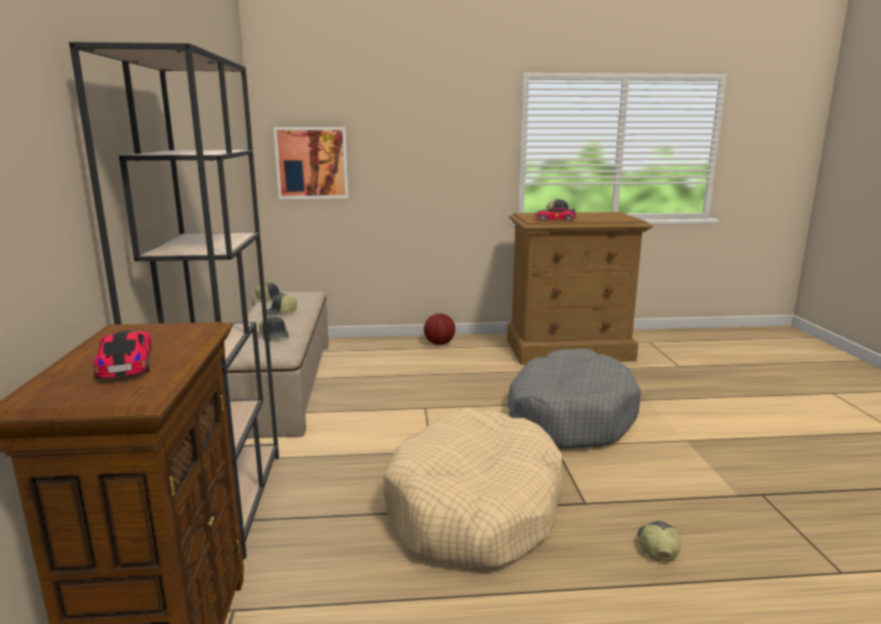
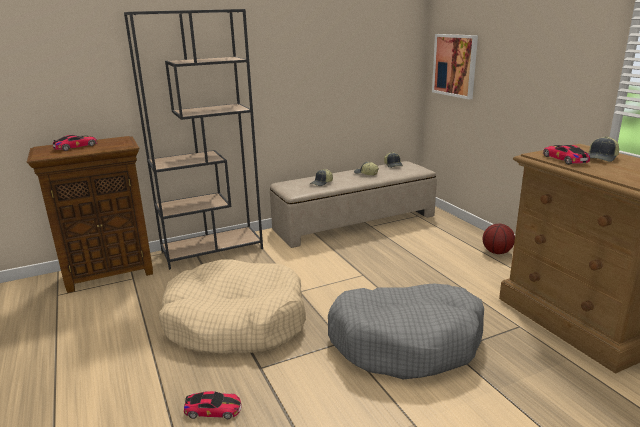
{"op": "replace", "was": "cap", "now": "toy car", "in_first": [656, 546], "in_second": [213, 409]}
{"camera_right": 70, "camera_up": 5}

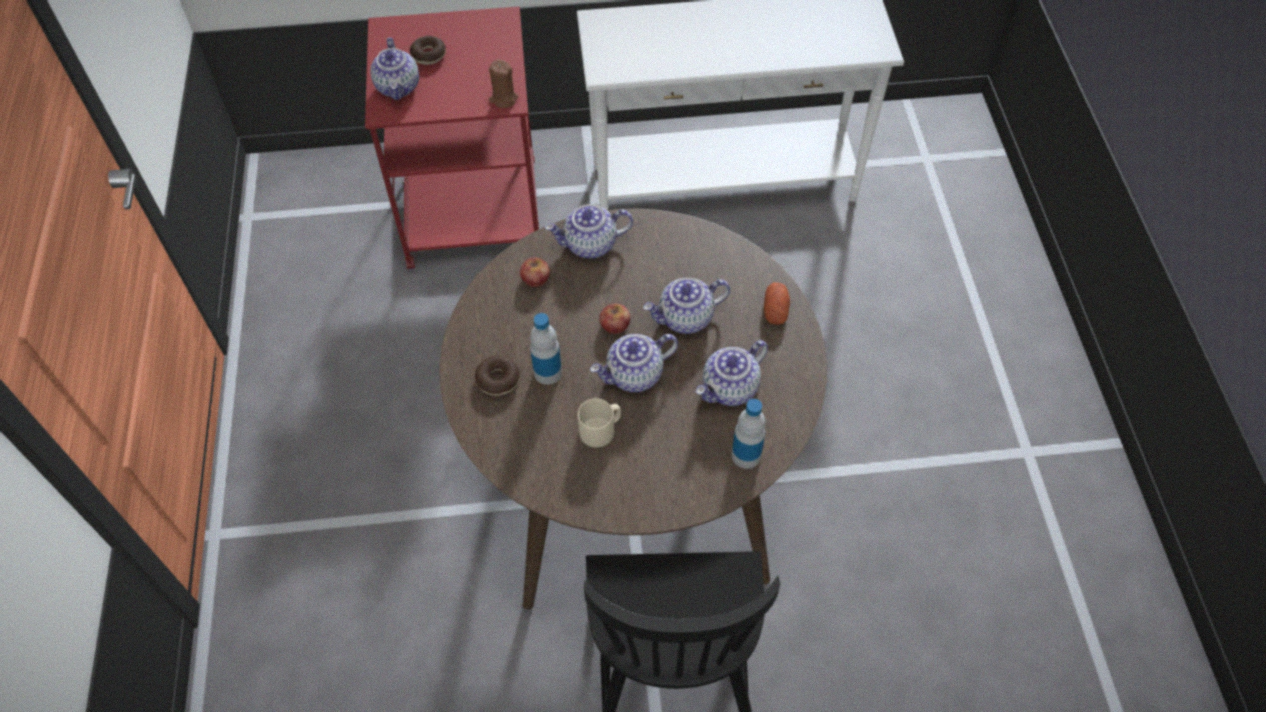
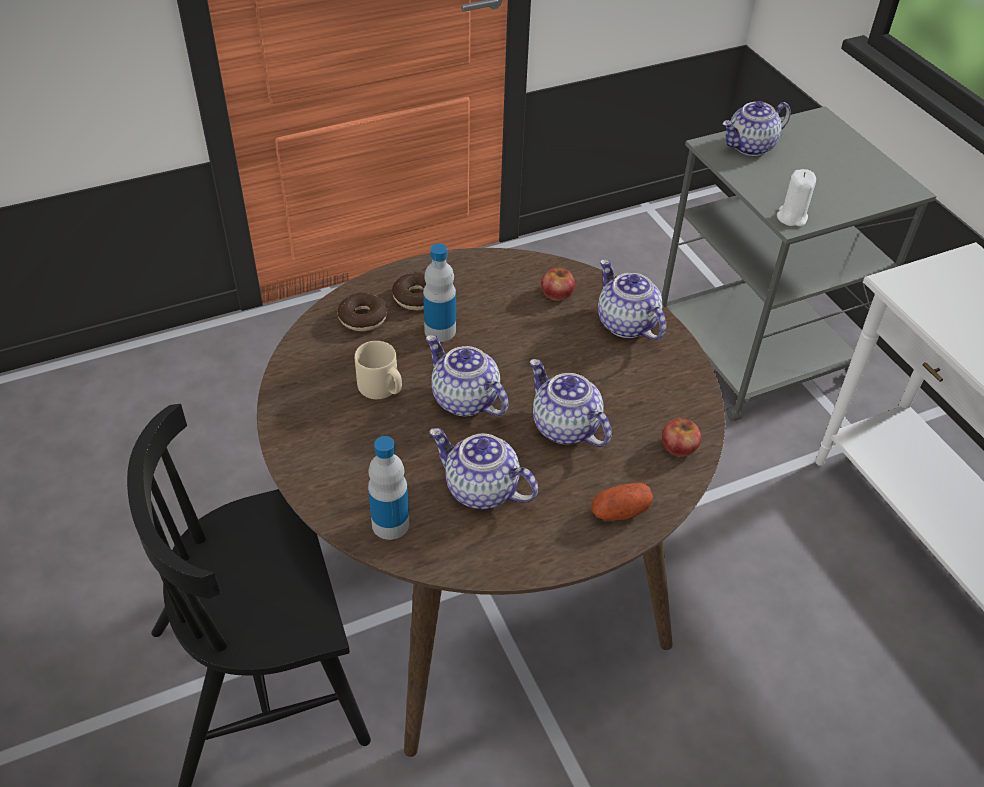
{"op": "move", "was": "donut", "in_first": [429, 55], "in_second": [363, 318]}
{"op": "move", "was": "apple", "in_first": [615, 325], "in_second": [679, 446]}
{"op": "recolor", "was": "red cart", "now": "grey cart", "in_first": [475, 213], "in_second": [755, 354]}
{"op": "recolor", "was": "brown candle", "now": "white candle", "in_first": [503, 99], "in_second": [791, 217]}
{"camera_right": 70, "camera_up": -10}

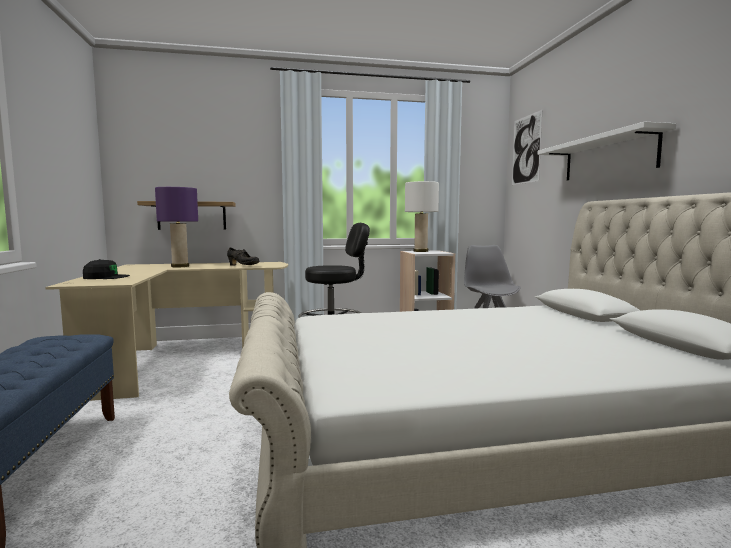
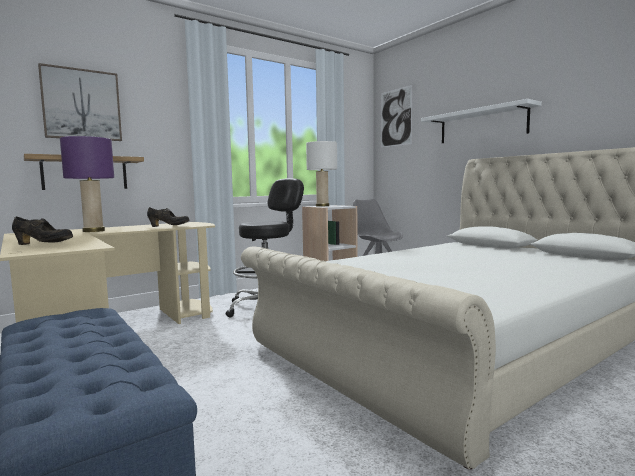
{"op": "insert", "now": "picture", "in_second": [82, 104]}
{"op": "replace", "was": "black cap", "now": "black shoe", "in_first": [106, 277], "in_second": [43, 244]}
{"camera_right": -25, "camera_up": 0}

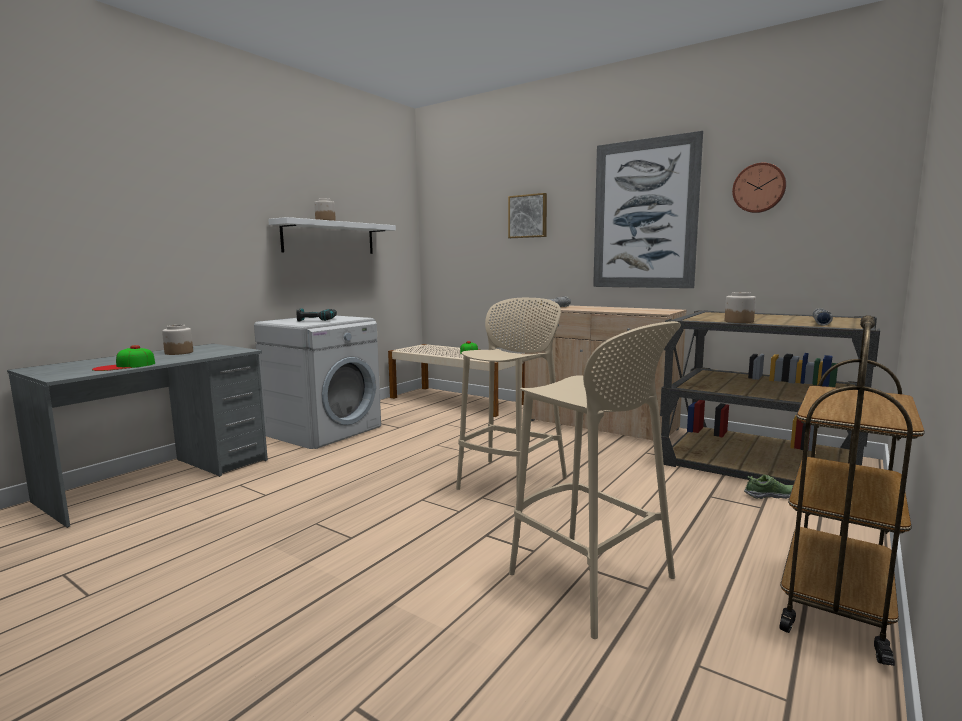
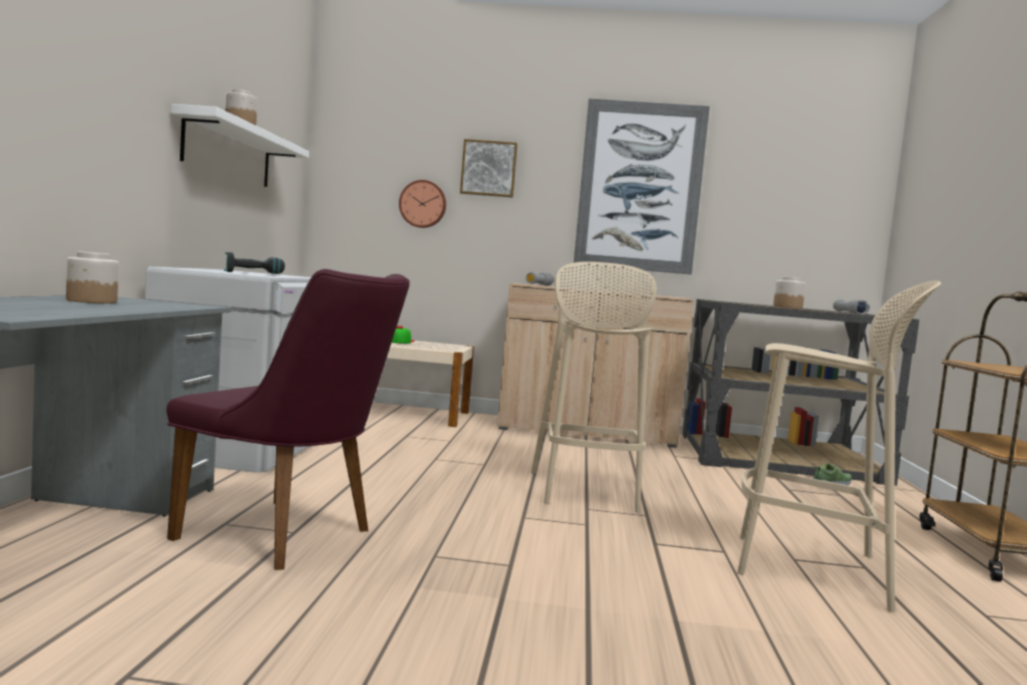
{"op": "delete", "was": "cap", "in_first": [124, 366]}
{"op": "insert", "now": "purple chair", "in_second": [289, 537]}
{"op": "move", "was": "wall clock", "in_first": [759, 188], "in_second": [423, 204]}
{"camera_right": -30, "camera_up": -5}

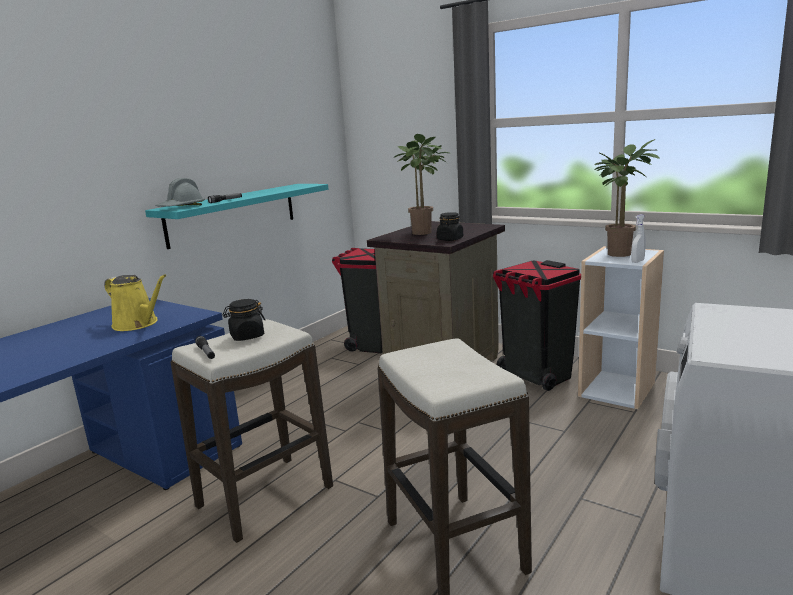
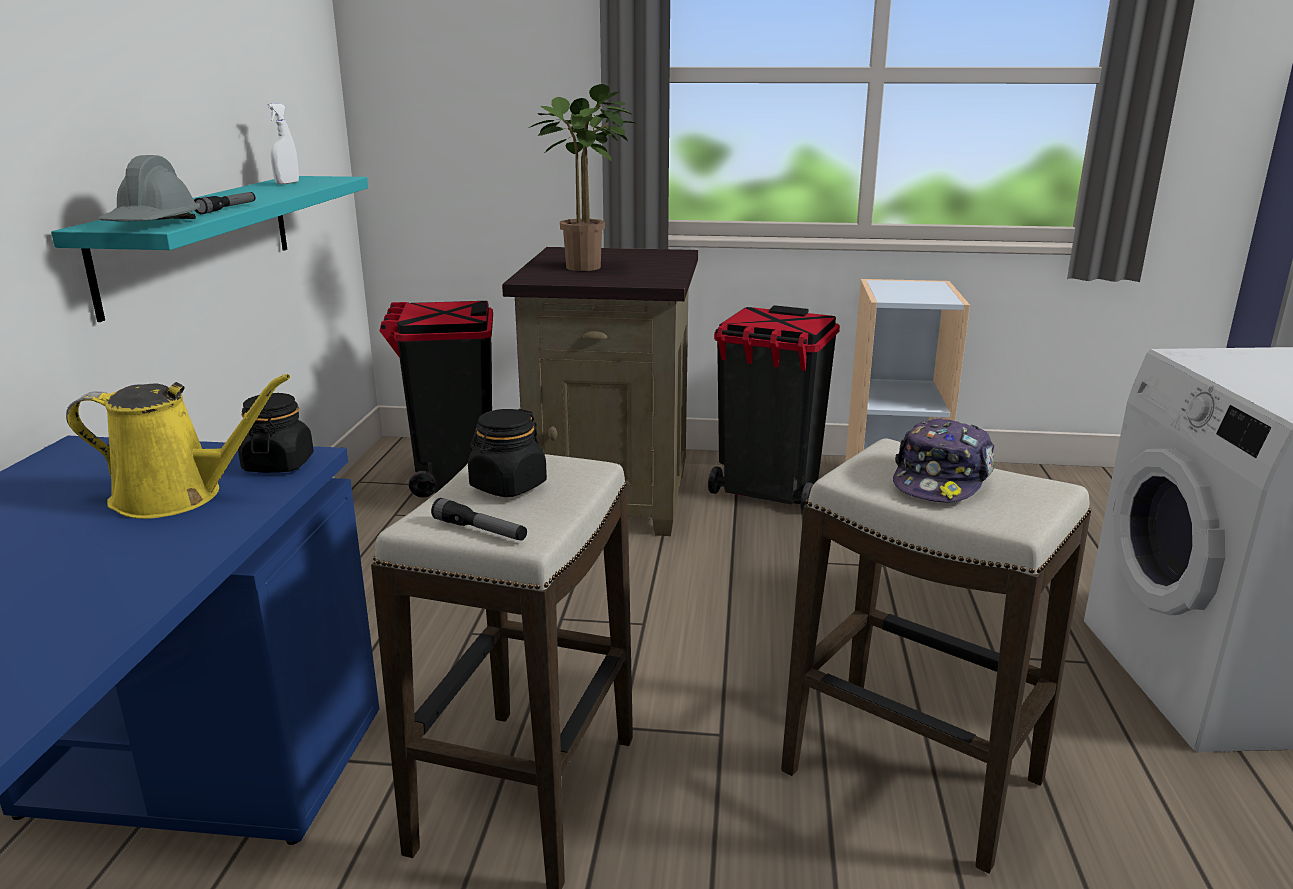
{"op": "delete", "was": "potted plant", "in_first": [619, 253]}
{"op": "insert", "now": "cap", "in_second": [942, 479]}
{"op": "move", "was": "black jar", "in_first": [450, 239], "in_second": [279, 464]}
{"op": "move", "was": "white spray bottle", "in_first": [637, 261], "in_second": [287, 183]}
{"camera_right": -30, "camera_up": 5}

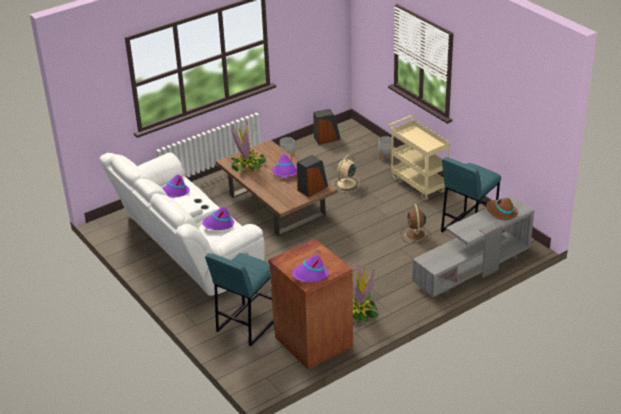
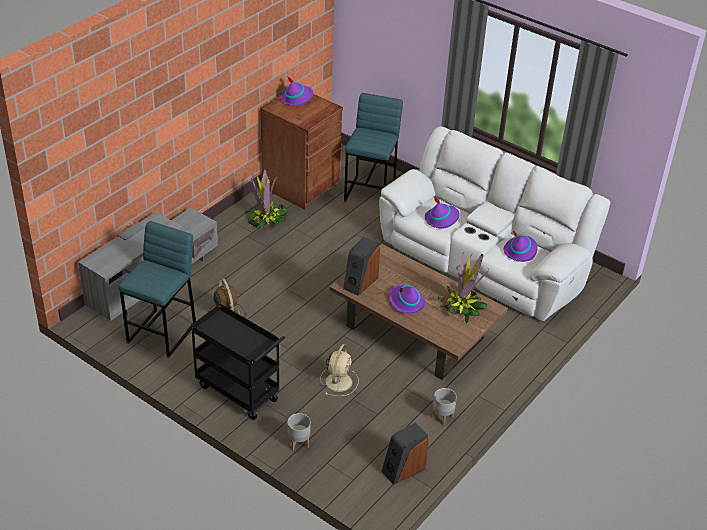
{"op": "delete", "was": "brown hat", "in_first": [501, 212]}
{"op": "recolor", "was": "beige cart", "now": "black cart", "in_first": [417, 185], "in_second": [239, 394]}
{"camera_right": 160, "camera_up": 5}

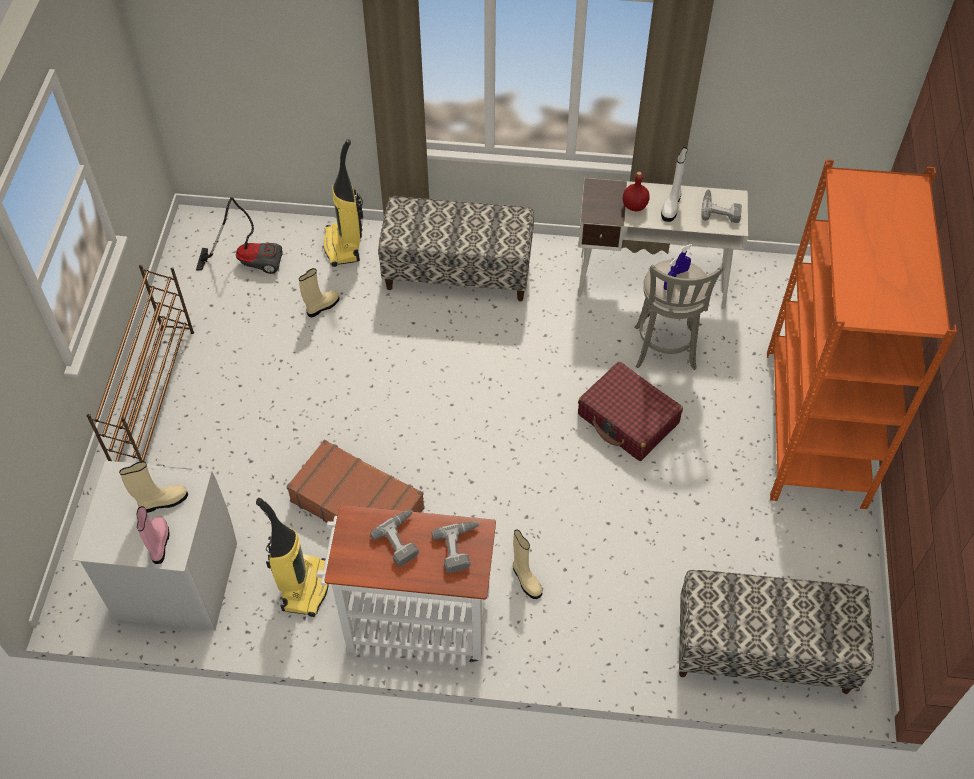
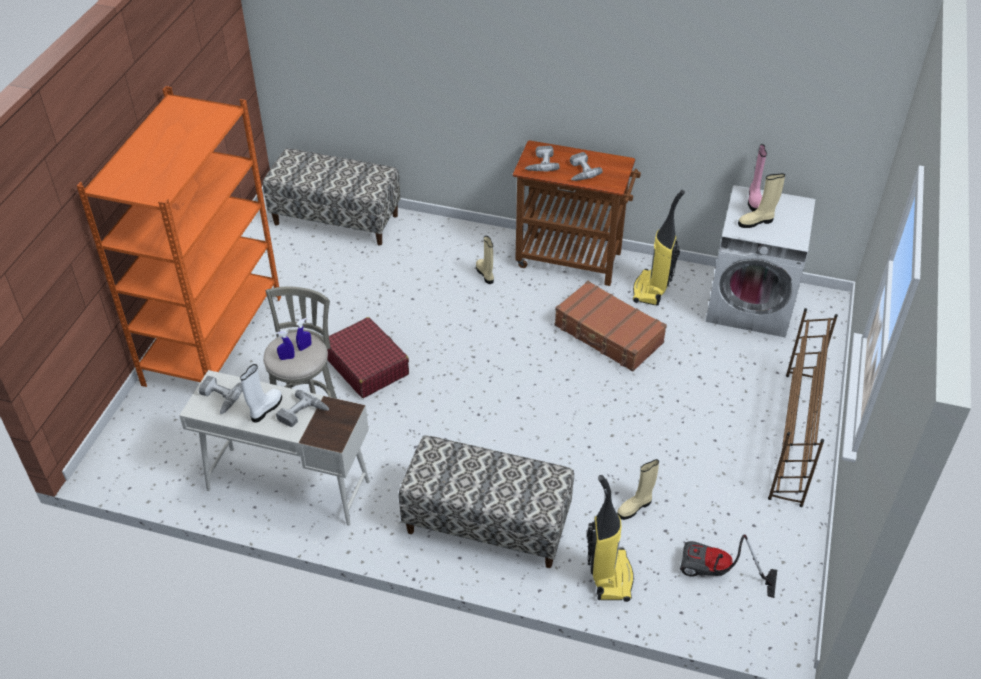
{"op": "replace", "was": "red bottle", "now": "power drill", "in_first": [634, 205], "in_second": [303, 414]}
{"op": "recolor", "was": "white cart", "now": "brown cart", "in_first": [415, 624], "in_second": [570, 260]}
{"camera_right": -170, "camera_up": -10}

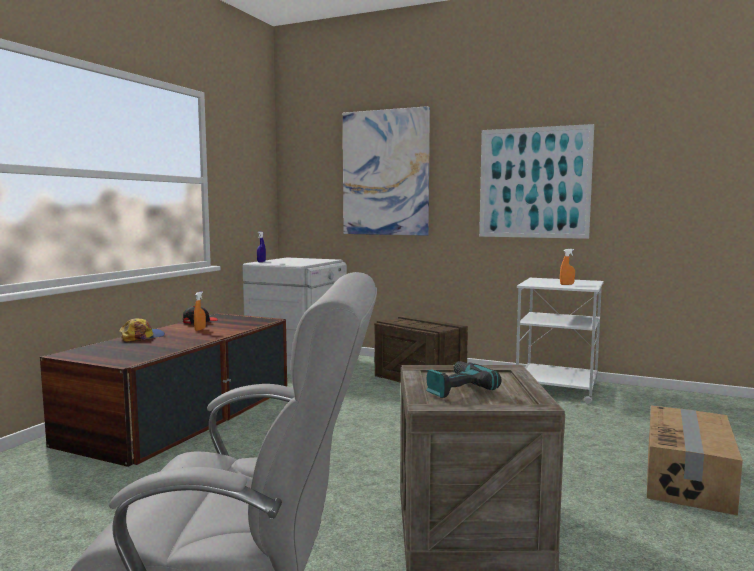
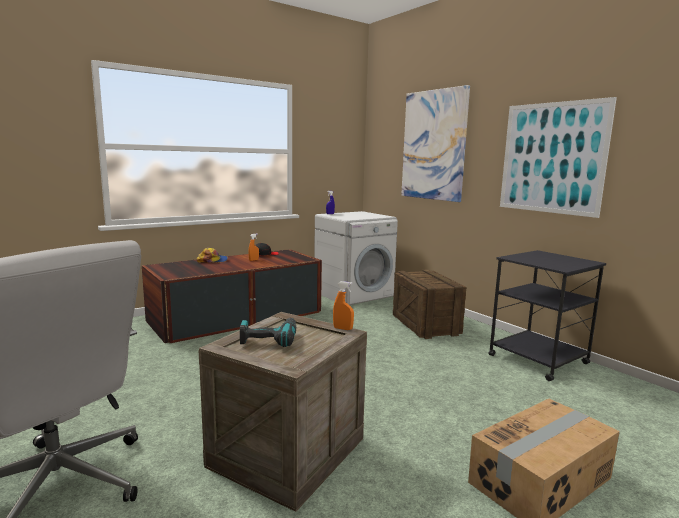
{"op": "move", "was": "orange spray bottle", "in_first": [567, 284], "in_second": [343, 328]}
{"op": "recolor", "was": "white cart", "now": "black cart", "in_first": [558, 389], "in_second": [539, 360]}
{"camera_right": 30, "camera_up": 5}

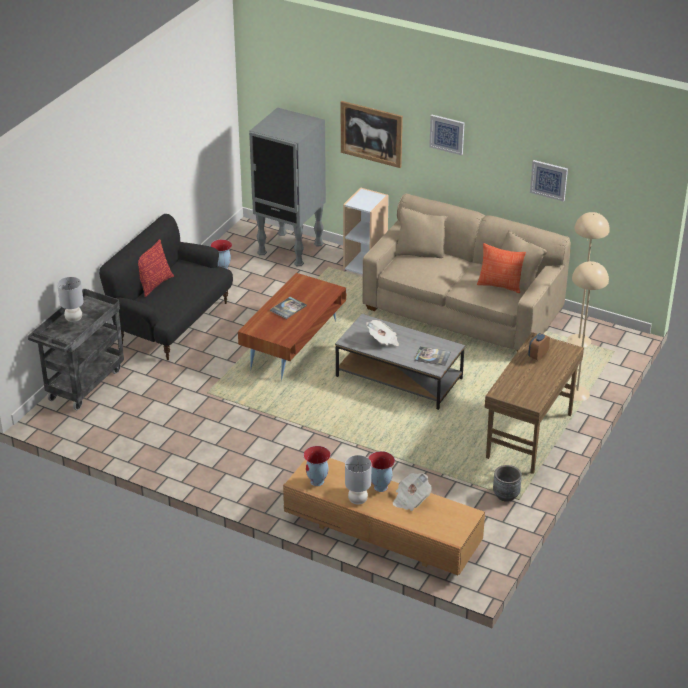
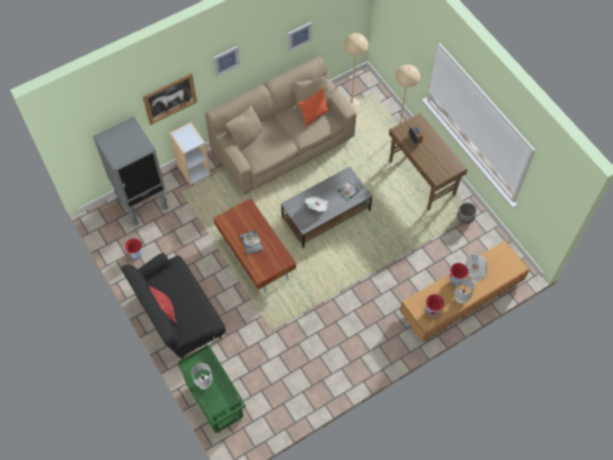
{"op": "recolor", "was": "black cart", "now": "green cart", "in_first": [83, 388], "in_second": [217, 405]}
{"camera_right": -60, "camera_up": 25}

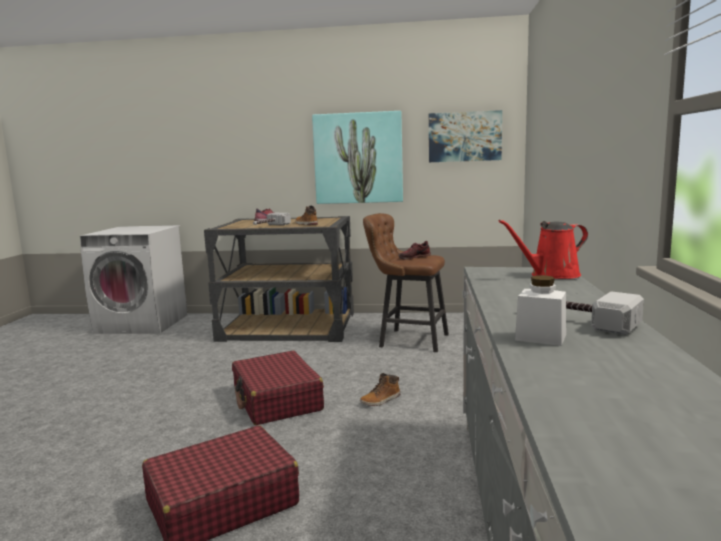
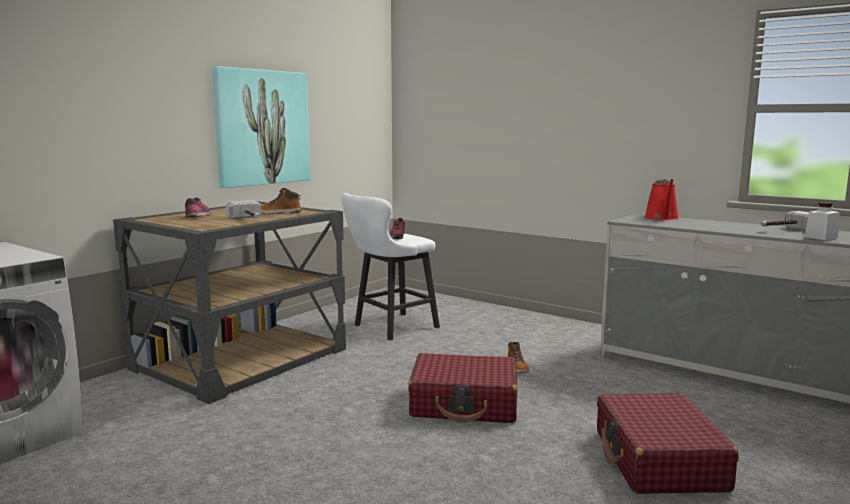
{"op": "delete", "was": "picture", "in_first": [464, 136]}
{"op": "recolor", "was": "brown stool", "now": "white stool", "in_first": [405, 339], "in_second": [388, 328]}
{"camera_right": -60, "camera_up": 0}

